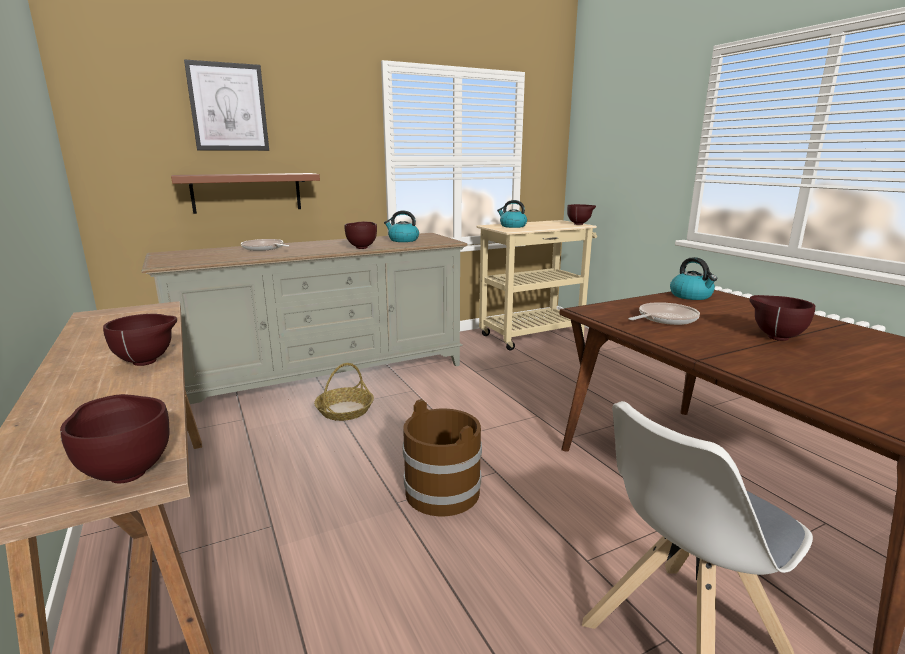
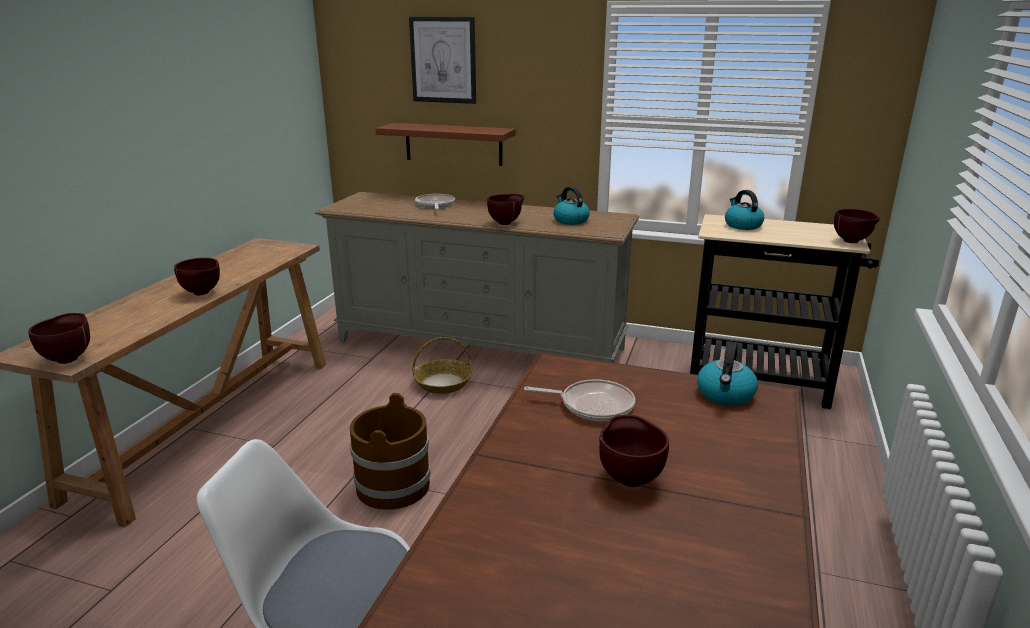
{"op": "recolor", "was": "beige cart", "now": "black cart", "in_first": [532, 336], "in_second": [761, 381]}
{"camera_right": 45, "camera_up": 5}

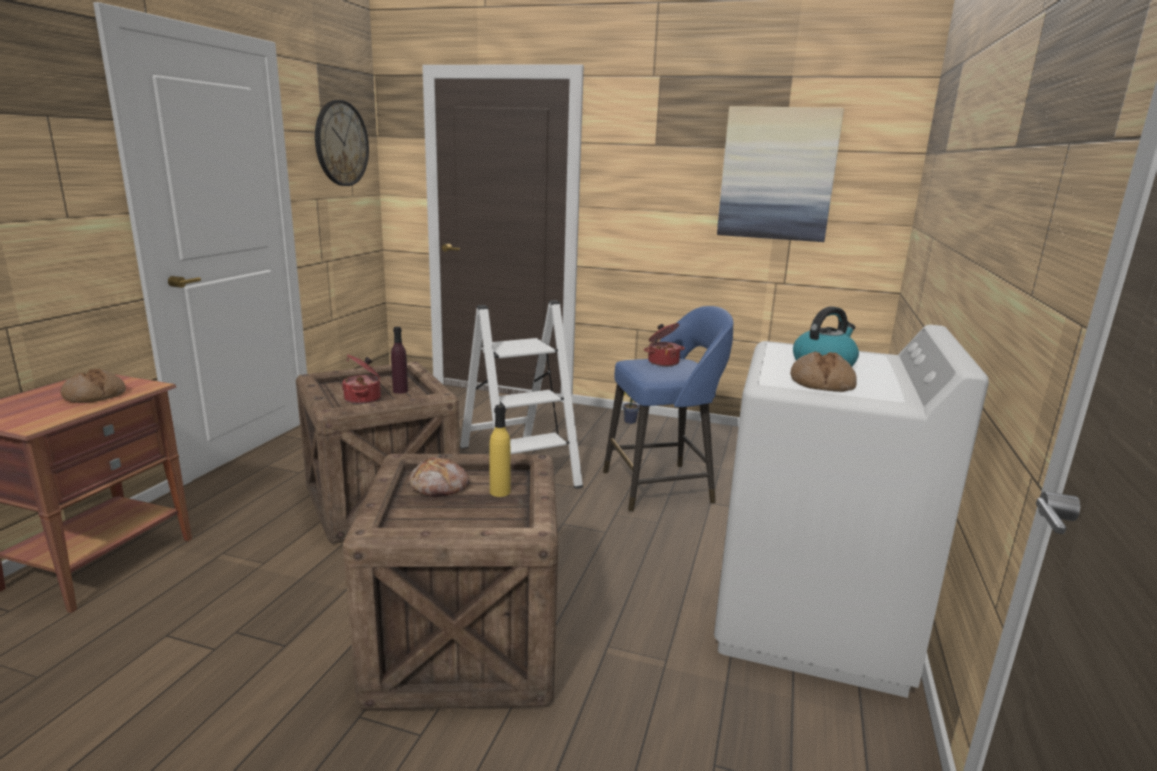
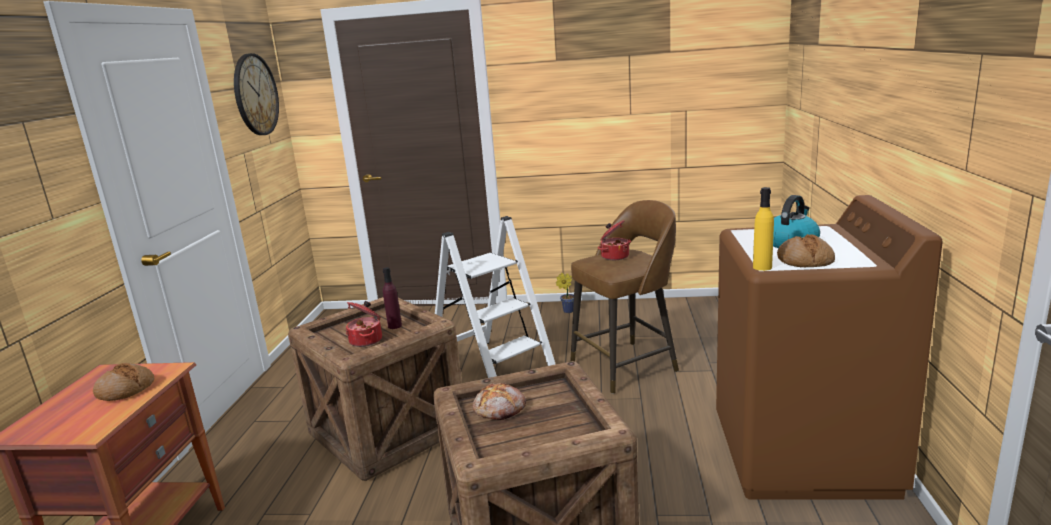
{"op": "delete", "was": "picture", "in_first": [777, 174]}
{"op": "move", "was": "yellow bottle", "in_first": [500, 492], "in_second": [762, 267]}
{"op": "recolor", "was": "blue stool", "now": "brown stool", "in_first": [661, 487], "in_second": [626, 365]}
{"op": "recolor", "was": "white washing machine", "now": "brown washing machine", "in_first": [810, 620], "in_second": [803, 455]}
{"camera_right": -10, "camera_up": 0}

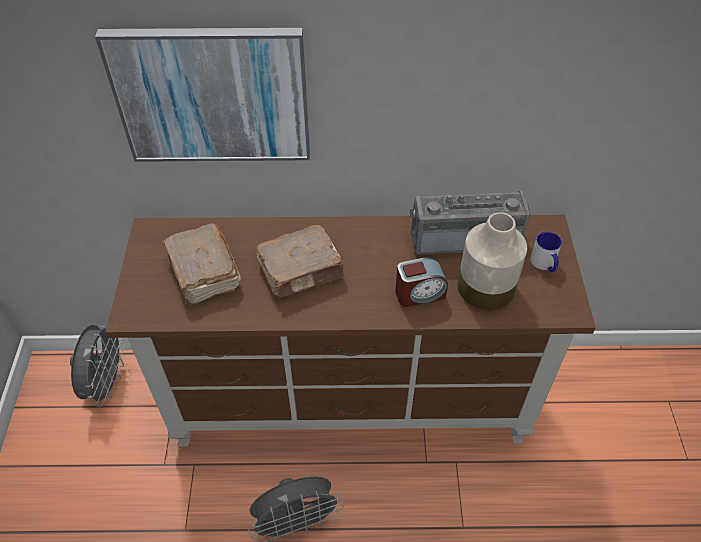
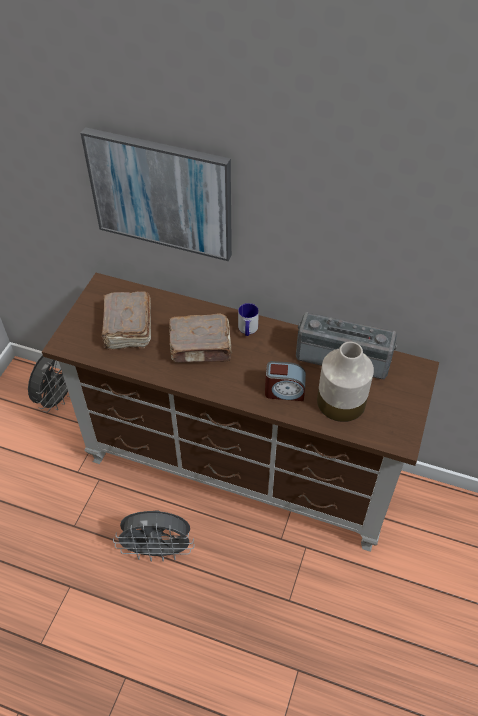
{"op": "move", "was": "mug", "in_first": [544, 264], "in_second": [247, 330]}
{"camera_right": 20, "camera_up": 0}

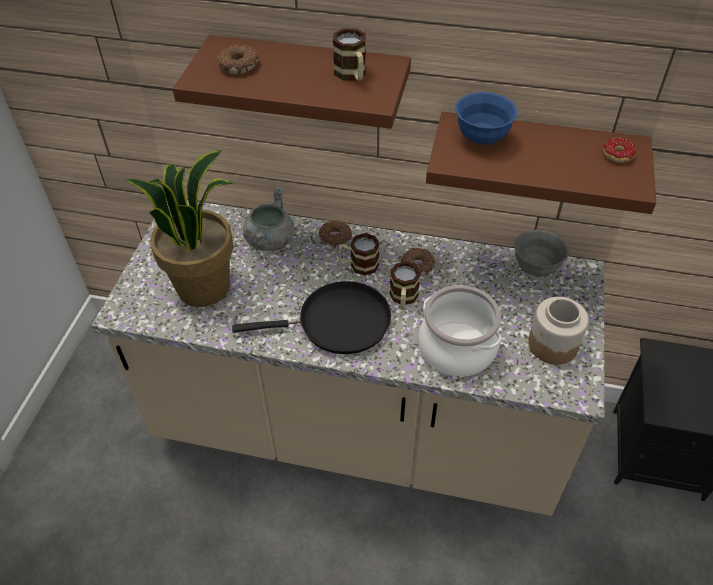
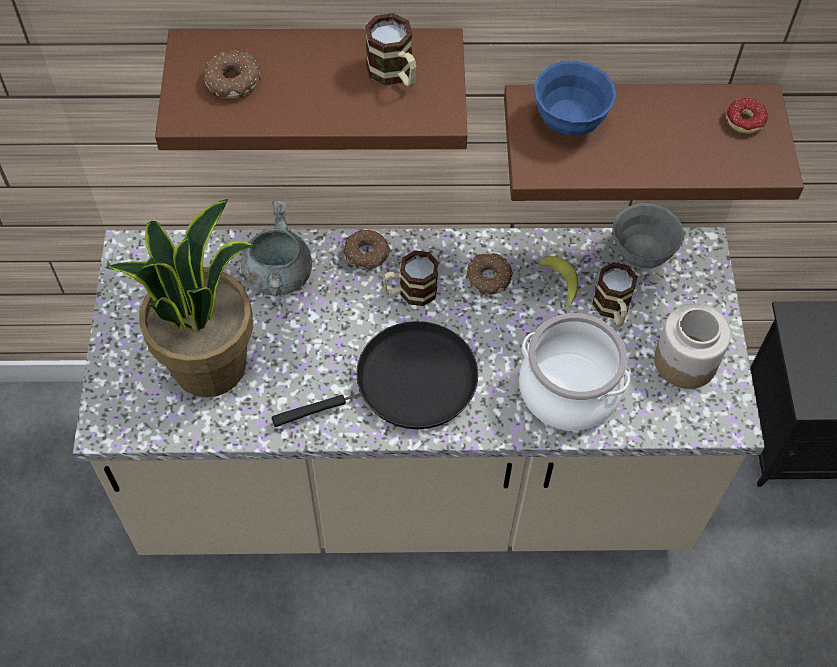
{"op": "insert", "now": "banana", "in_second": [561, 286]}
{"op": "move", "was": "mug", "in_first": [403, 299], "in_second": [613, 309]}
{"camera_right": -15, "camera_up": 10}

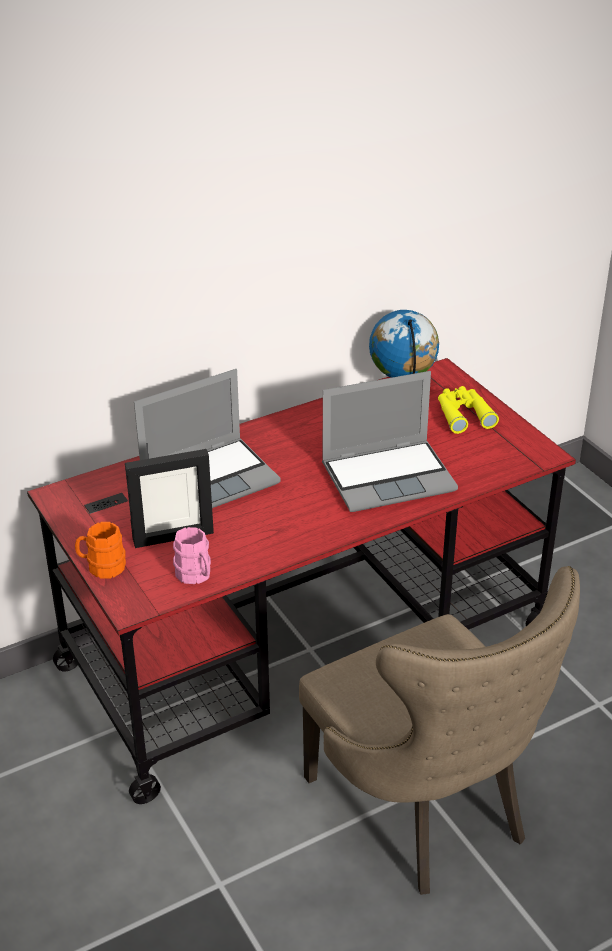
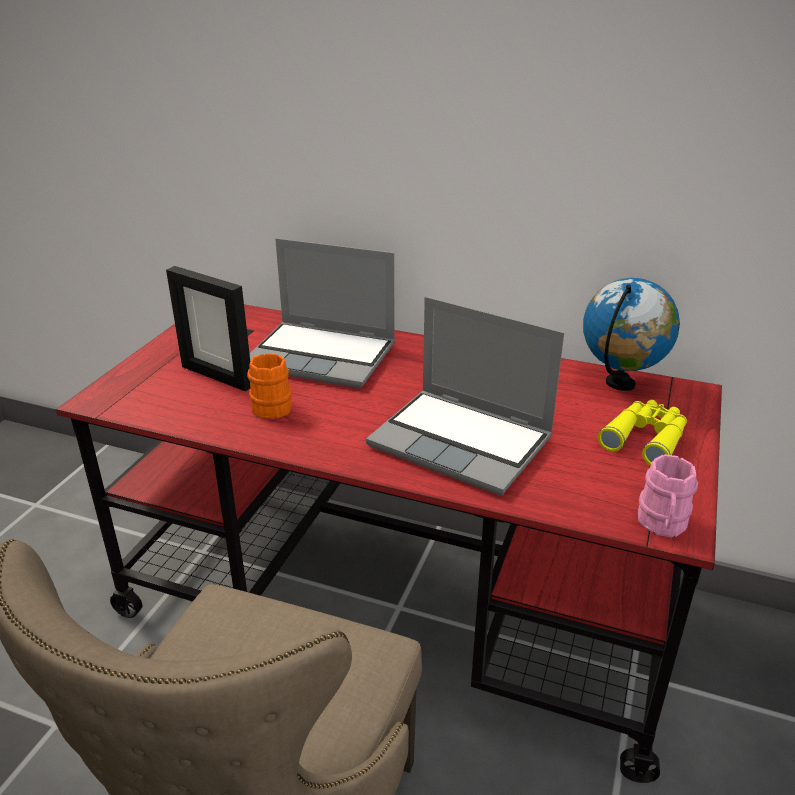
{"op": "move", "was": "orange mug", "in_first": [102, 567], "in_second": [268, 405]}
{"op": "move", "was": "pink mug", "in_first": [195, 576], "in_second": [662, 525]}
{"camera_right": 50, "camera_up": -5}

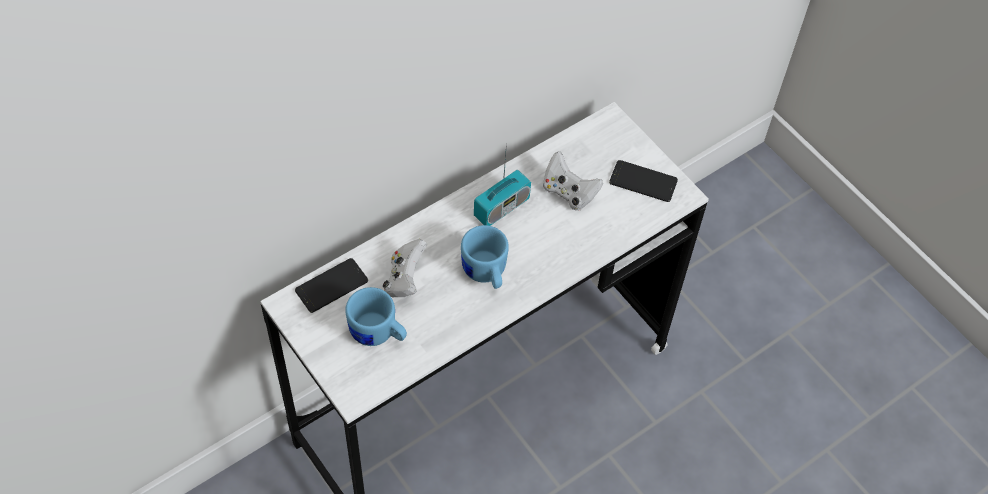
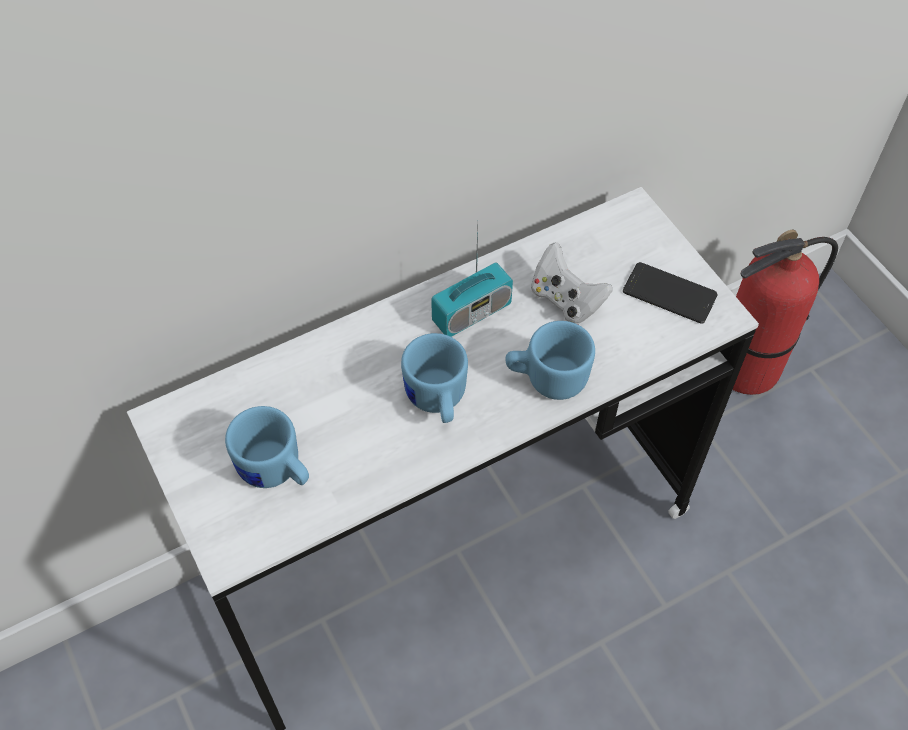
{"op": "delete", "was": "phone", "in_first": [331, 286]}
{"op": "delete", "was": "white game controller", "in_first": [404, 280]}
{"op": "insert", "now": "blue mug", "in_second": [546, 378]}
{"op": "insert", "now": "fire extinguisher", "in_second": [746, 369]}
{"camera_right": 10, "camera_up": 0}

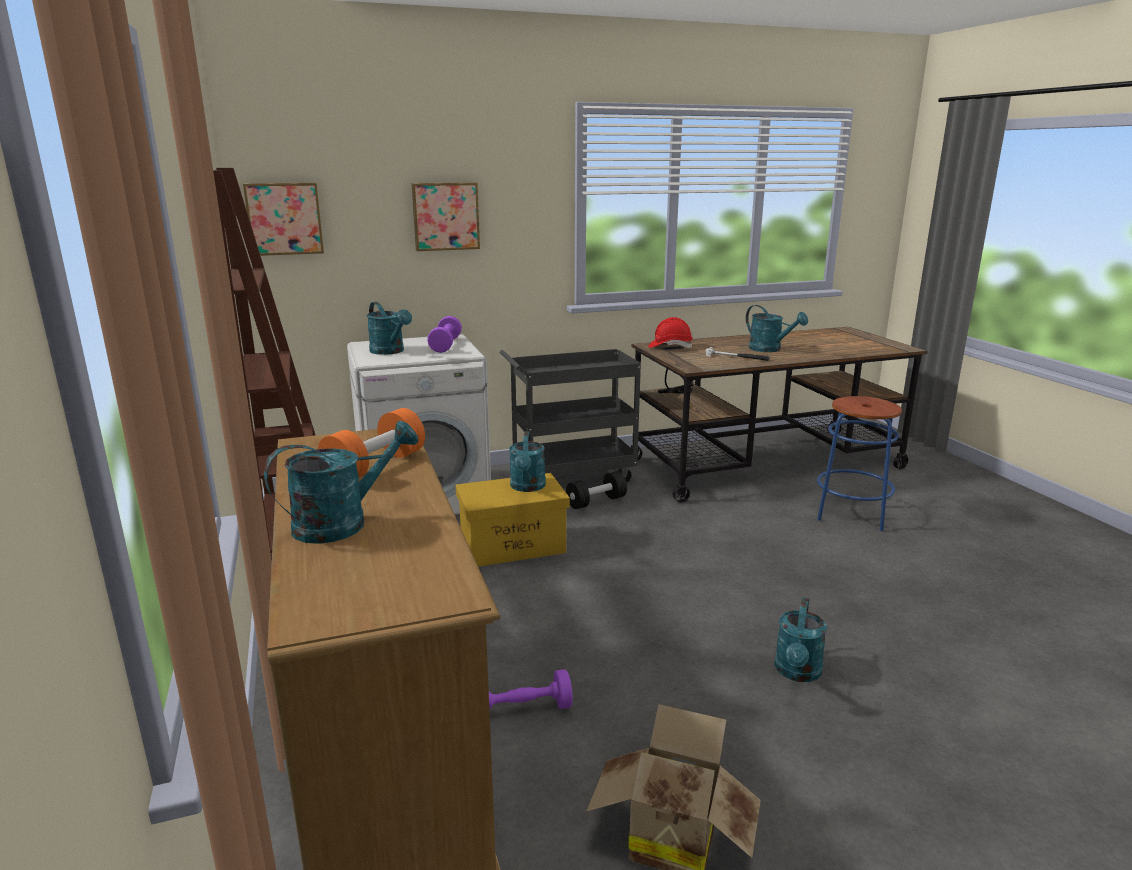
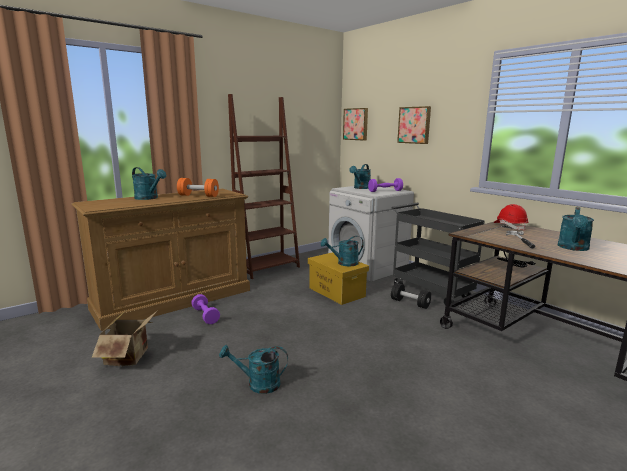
{"op": "delete", "was": "blue stool", "in_first": [851, 513]}
{"camera_right": 70, "camera_up": -5}

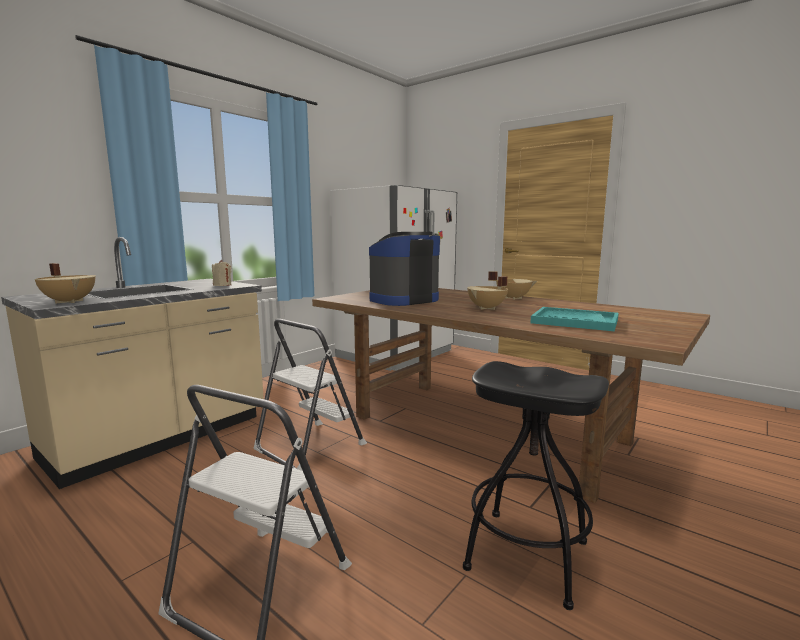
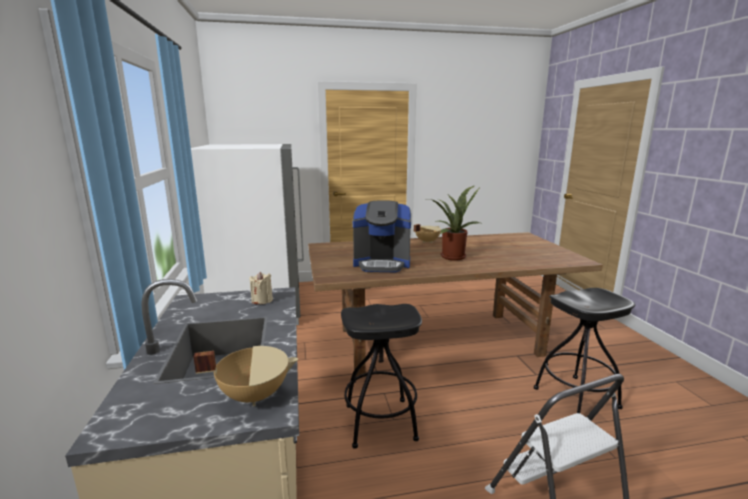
{"op": "delete", "was": "turquoise tray", "in_first": [574, 321]}
{"op": "replace", "was": "white step ladder", "now": "black stool", "in_first": [306, 447], "in_second": [380, 421]}
{"op": "replace", "was": "beige cooking pot", "now": "potted plant", "in_first": [487, 308], "in_second": [451, 256]}
{"op": "rotate", "was": "coffee machine", "in_first": [403, 300], "in_second": [382, 263], "clockwise": -90}
{"camera_right": -50, "camera_up": 5}

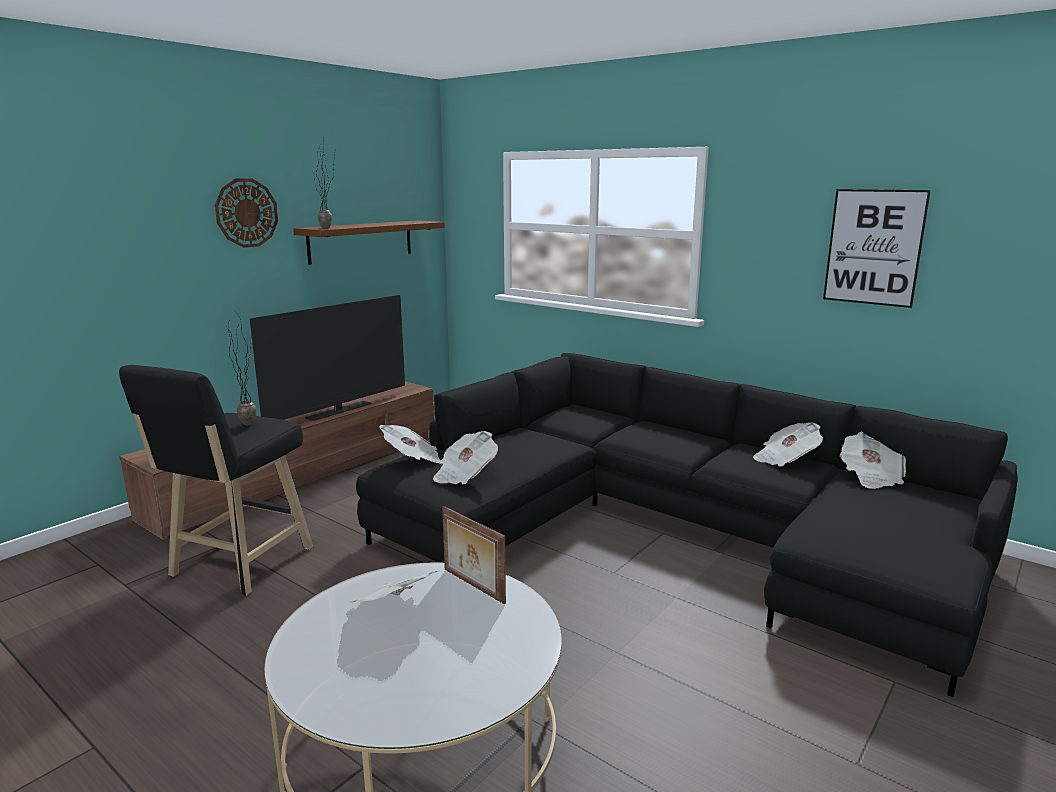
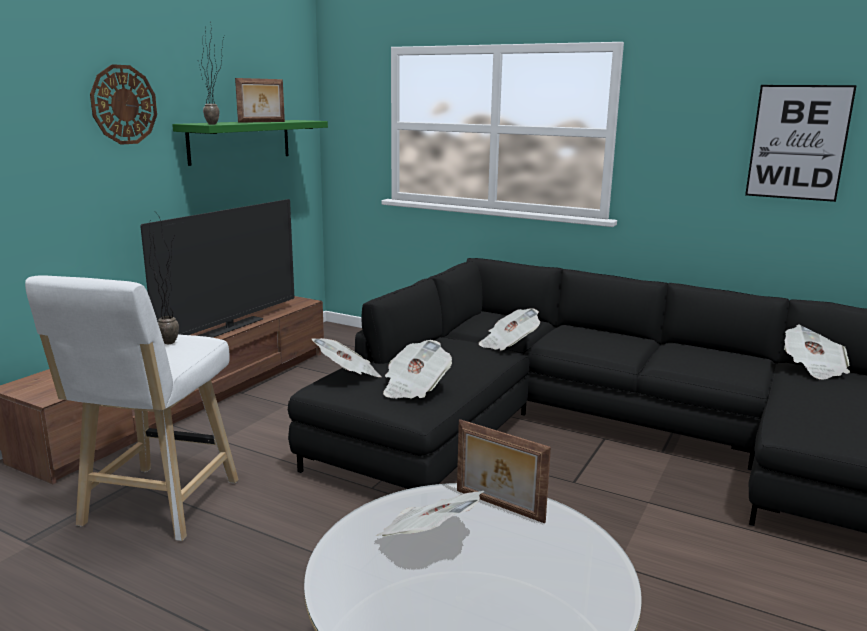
{"op": "insert", "now": "picture frame", "in_second": [262, 122]}
{"op": "move", "was": "newspaper", "in_first": [785, 459], "in_second": [508, 344]}
{"op": "recolor", "was": "black stool", "now": "white stool", "in_first": [237, 565], "in_second": [156, 507]}
{"op": "recolor", "was": "brown shelf", "now": "green shelf", "in_first": [361, 241], "in_second": [240, 141]}
{"camera_right": -10, "camera_up": 0}

